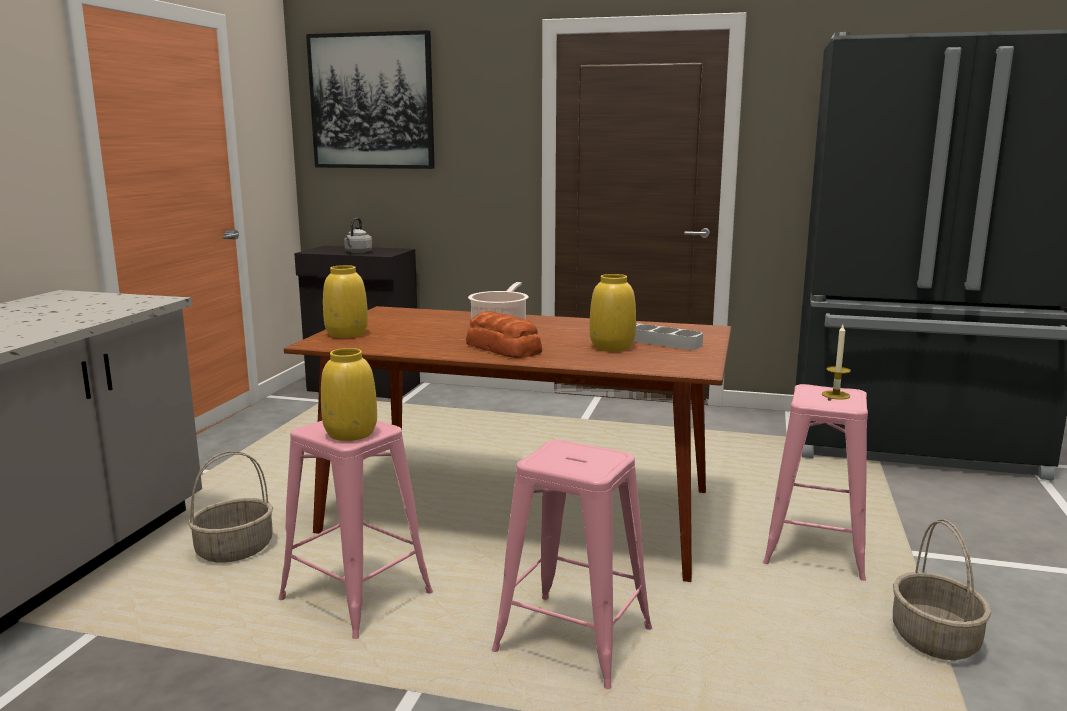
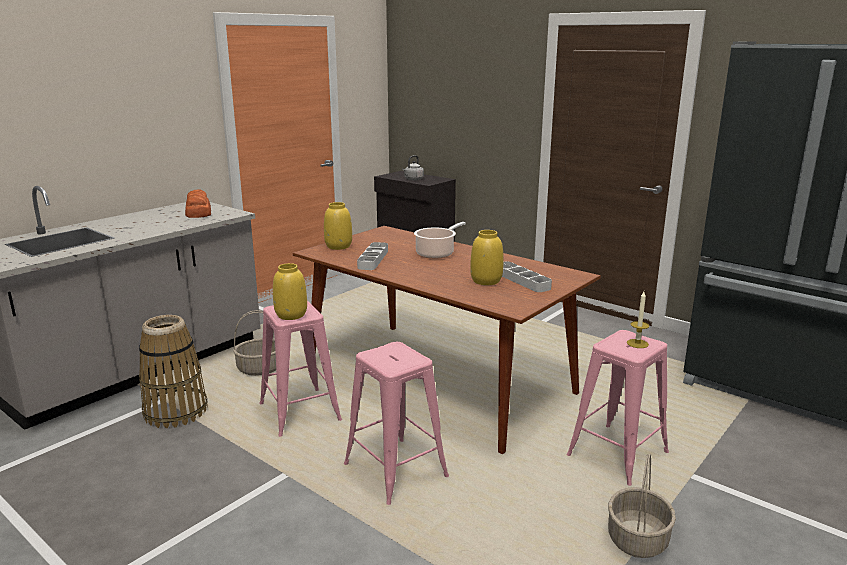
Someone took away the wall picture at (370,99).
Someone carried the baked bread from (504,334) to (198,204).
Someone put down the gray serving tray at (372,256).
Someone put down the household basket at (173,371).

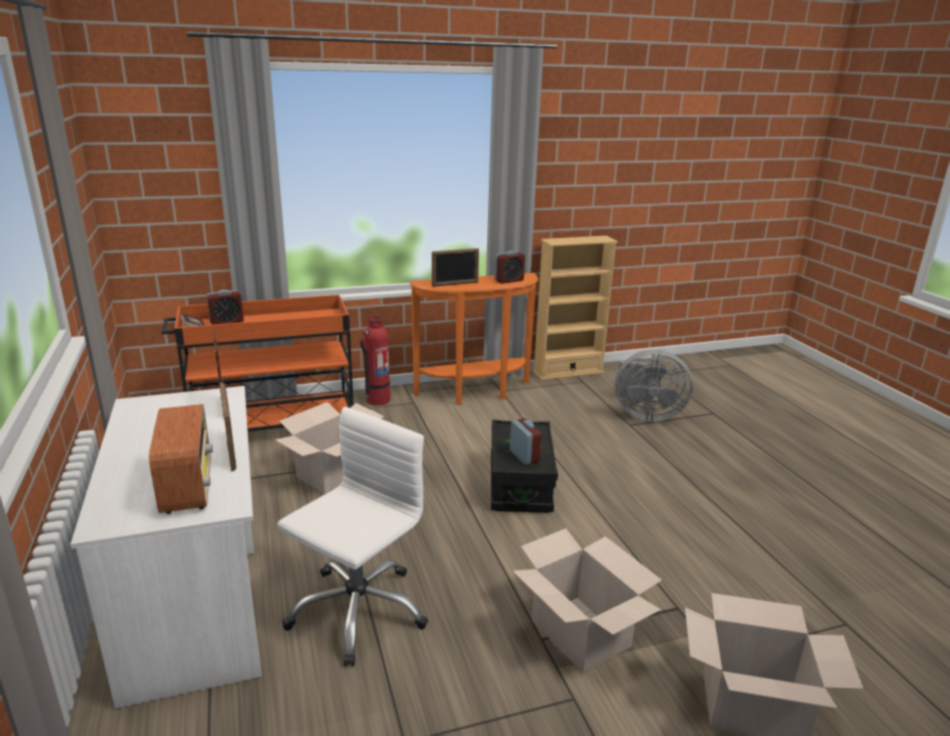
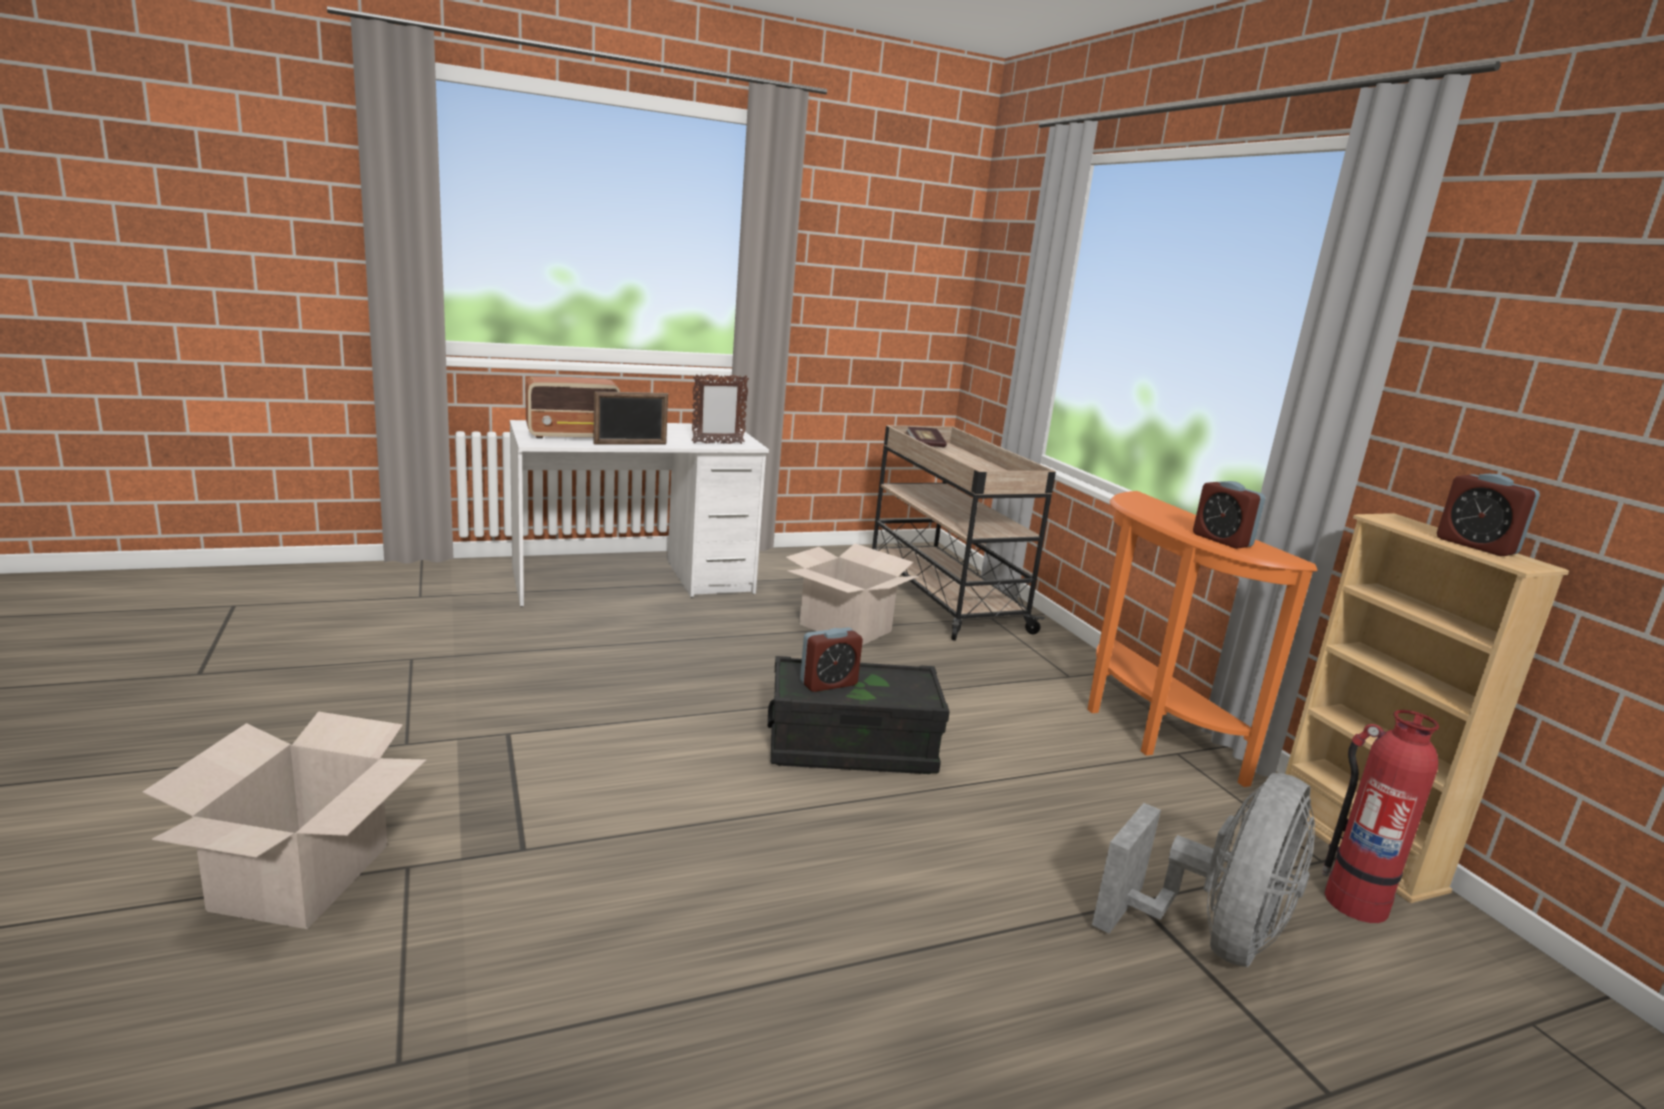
Someone took away the picture frame at (455,267).
Someone carried the bedside clock from (225,307) to (1488,515).
Someone repainted the orange-coloured cart at (257,363), which became the beige-coloured cart at (964,533).
Someone carried the fire extinguisher from (375,361) to (1380,816).
Someone rotated the gray electric fan at (654,386) by 150 degrees counterclockwise.
Someone took away the white-coloured office chair at (352,536).
Someone took away the packing box at (587,600).

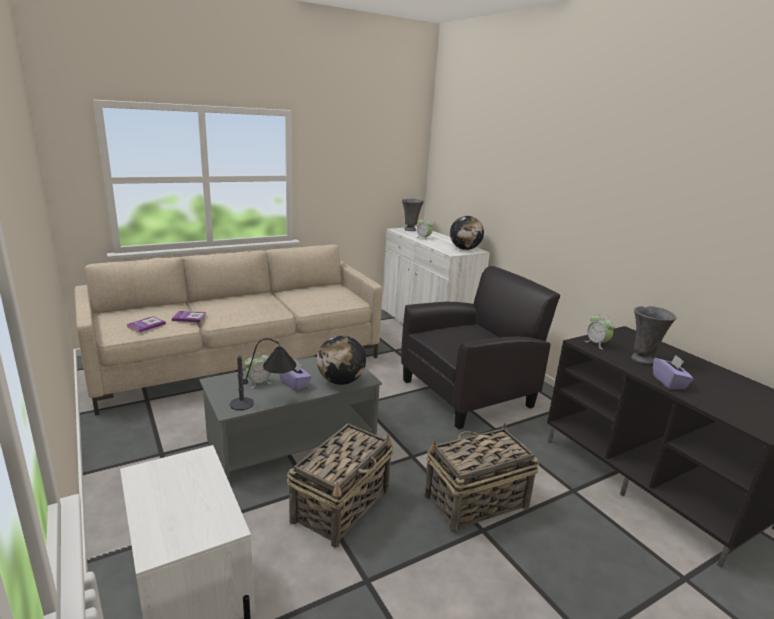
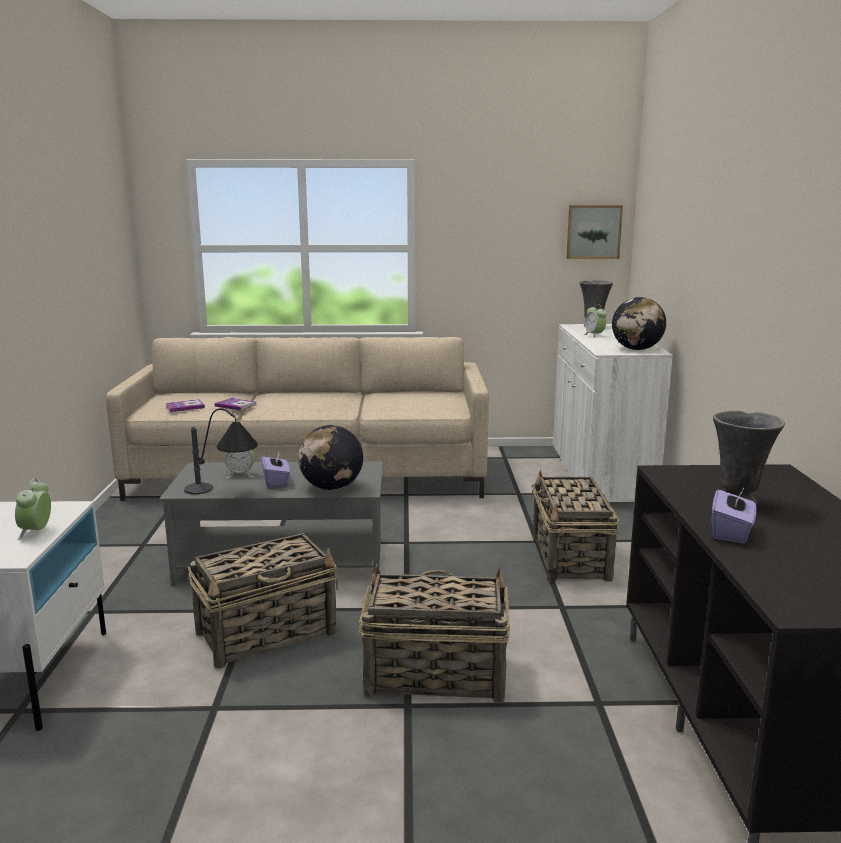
Someone swapped the black lounge chair at (480,347) for the household basket at (575,526).
Someone carried the bedside clock from (600,331) to (33,509).
Someone put up the wall picture at (594,232).

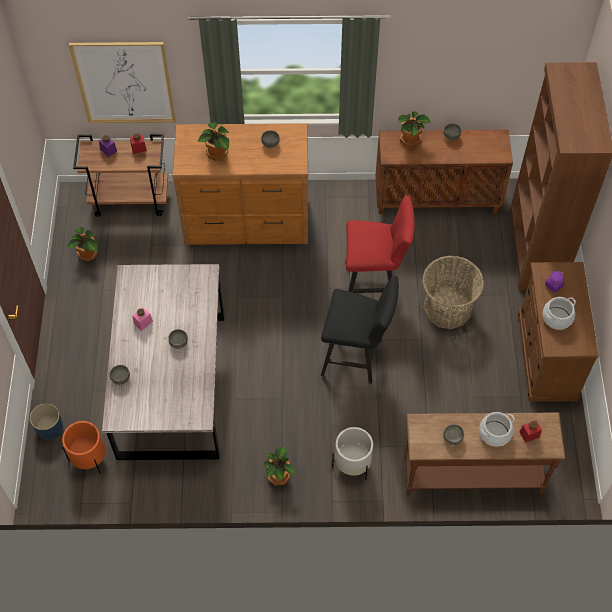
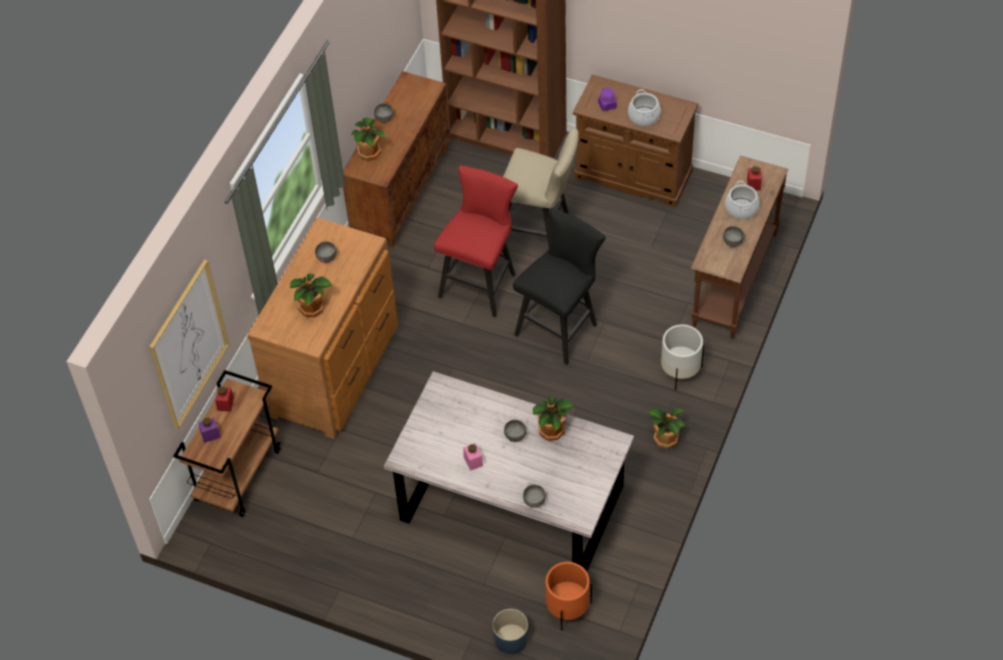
Someone carried the plant in a pot from (83,244) to (553,419).
Someone swapped the household basket at (453,292) for the beige-coloured stool seat at (540,188).

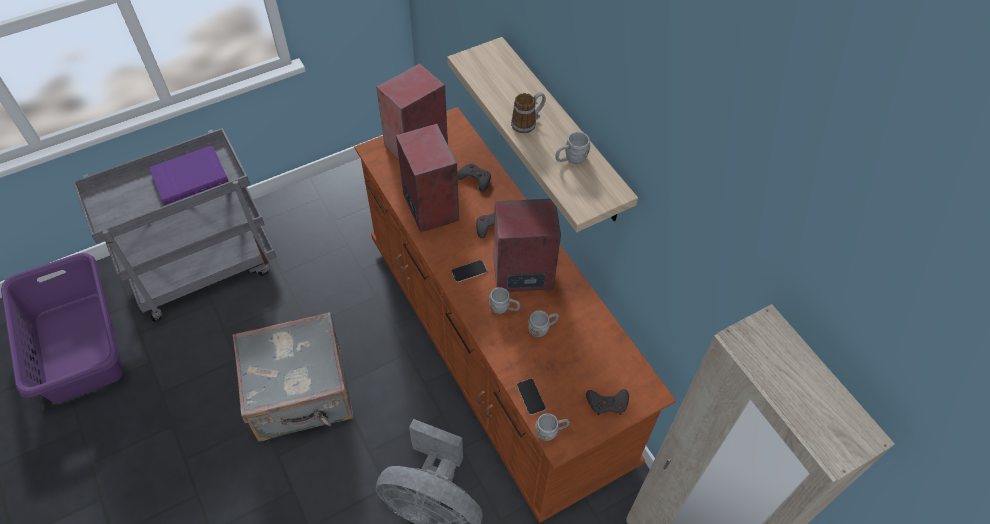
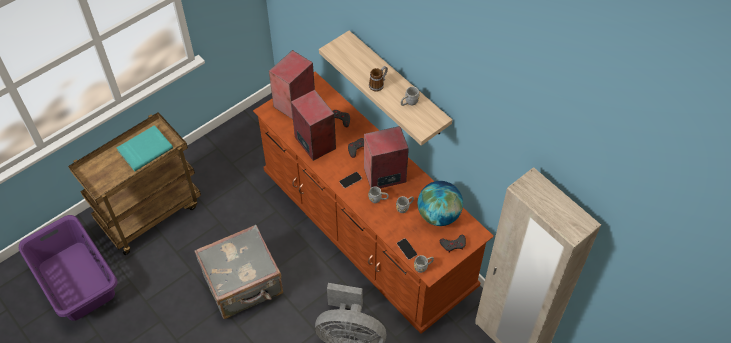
Someone repainted the gray cart at (174,225), which became the brown-coloured cart at (134,183).
Someone repainted the purple-coloured bound book at (189,175), which became the turquoise bound book at (145,148).
Someone put down the desk globe at (440,203).

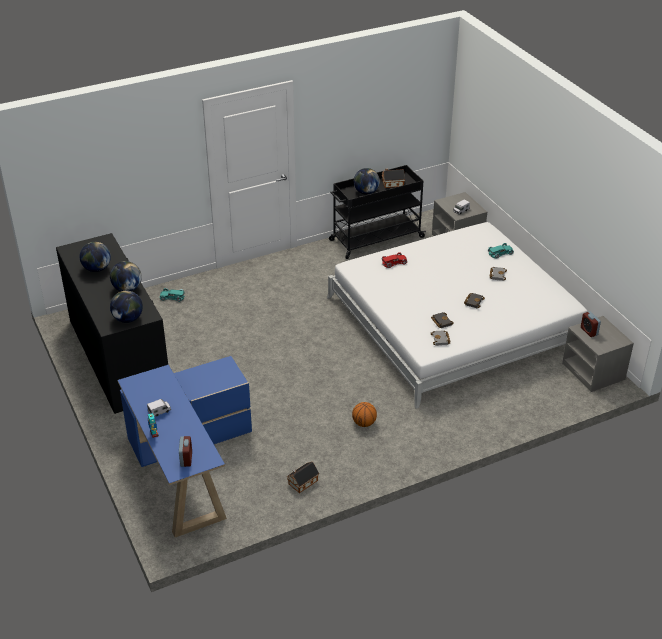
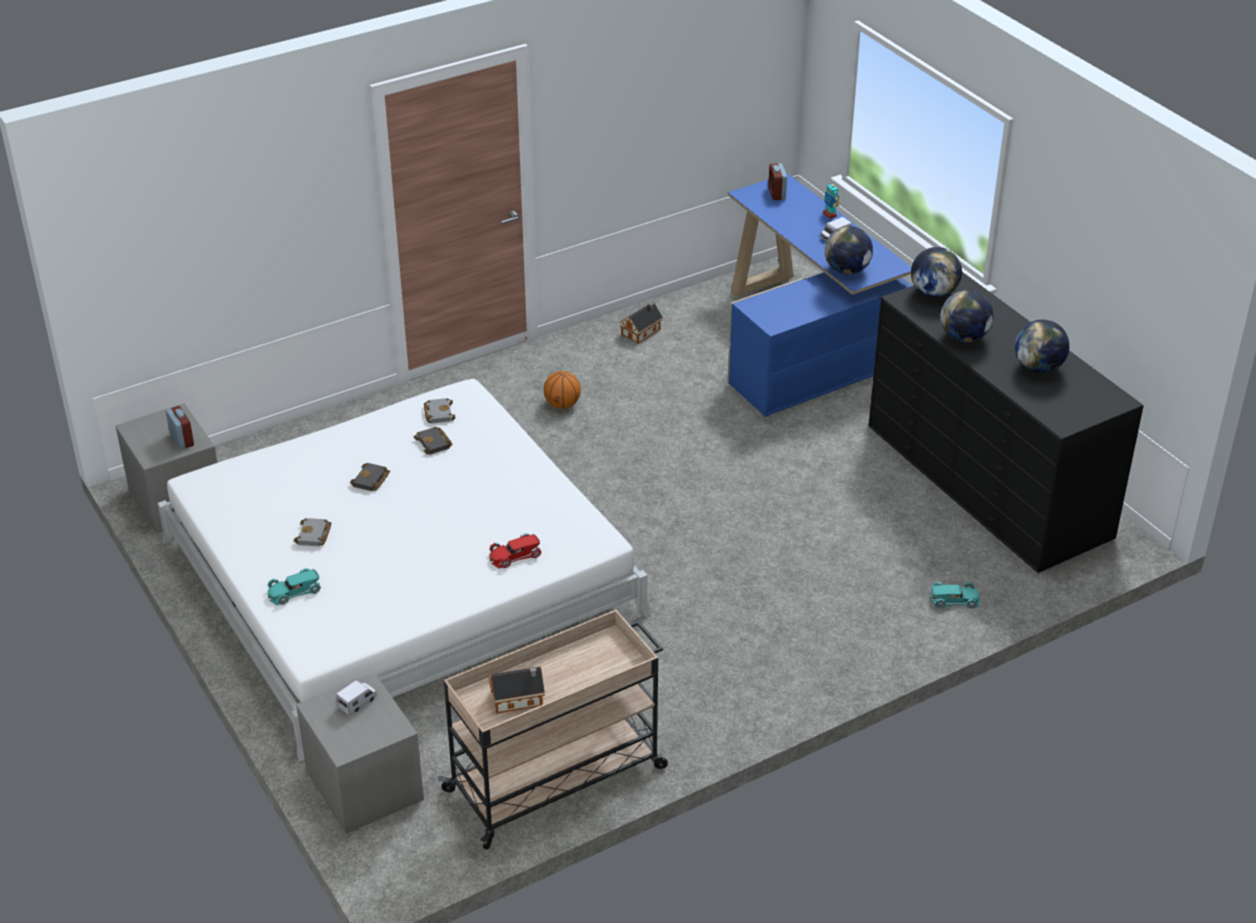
Someone repainted the black cart at (377,212), which became the beige-coloured cart at (553,730).
Someone carried the desk globe from (367,181) to (849,250).

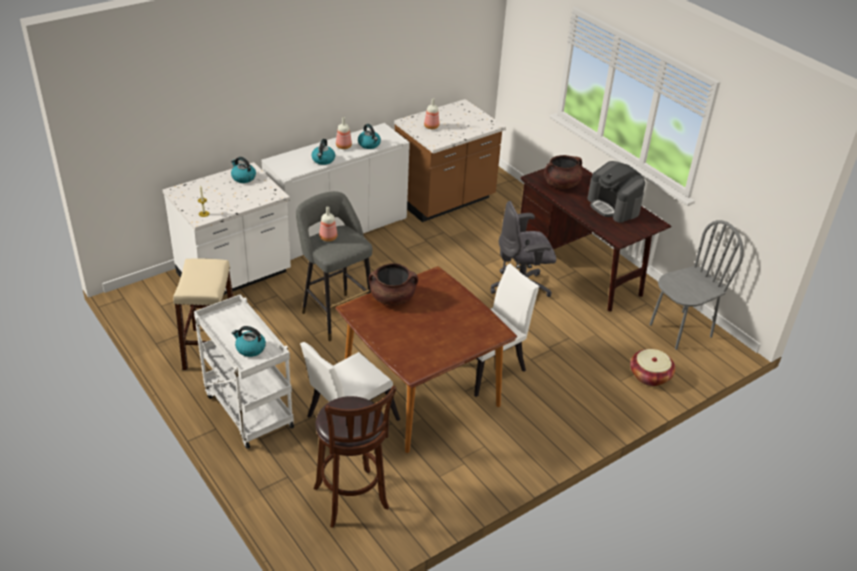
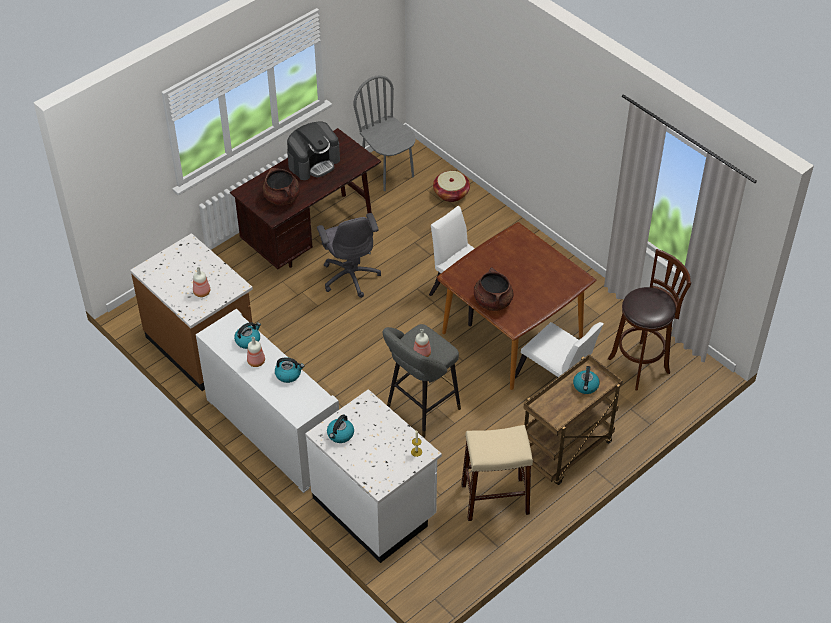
Someone repainted the white-coloured cart at (244,371), which became the brown-coloured cart at (573,419).

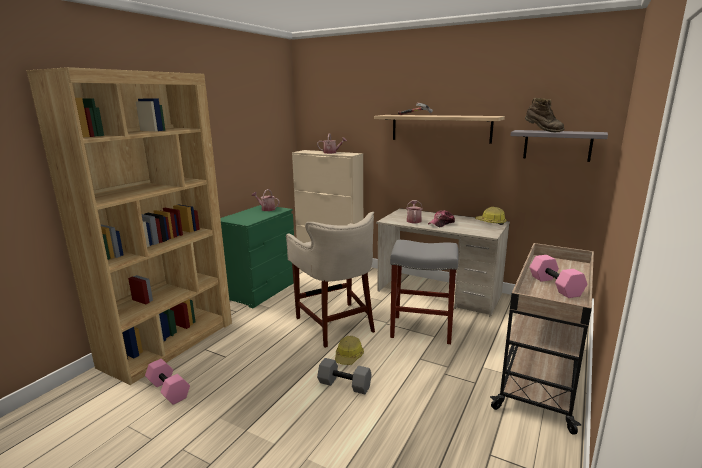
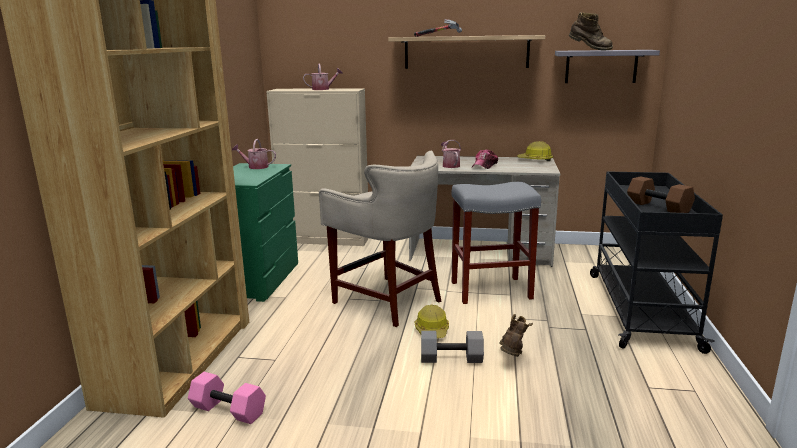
Someone repainted the beige-coloured cart at (542,339), which became the black cart at (656,262).
Someone repainted the pink-coloured dumbbell at (558,276), which became the brown-coloured dumbbell at (661,194).
Someone put down the brown-coloured tall boot at (516,335).

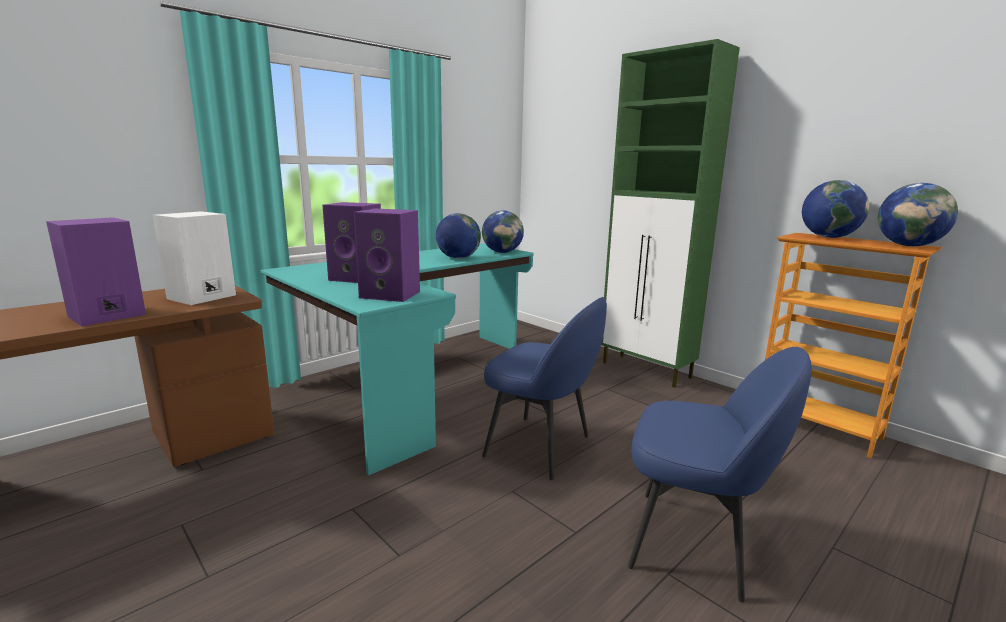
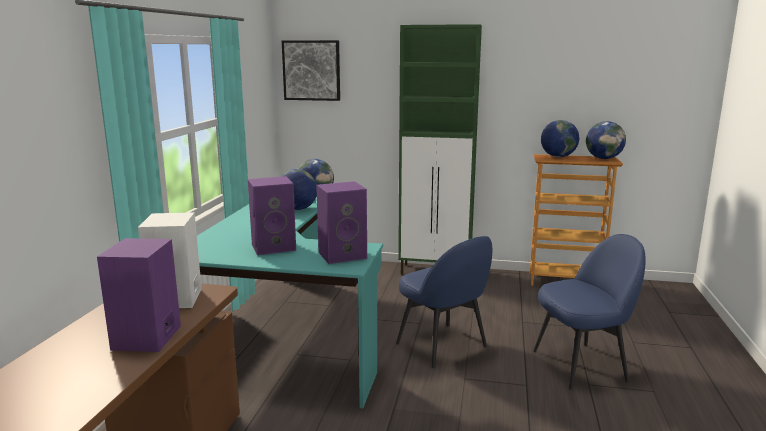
Someone rotated the bluish plain chair at (544,388) by 60 degrees clockwise.
Someone put up the wall picture at (311,70).

